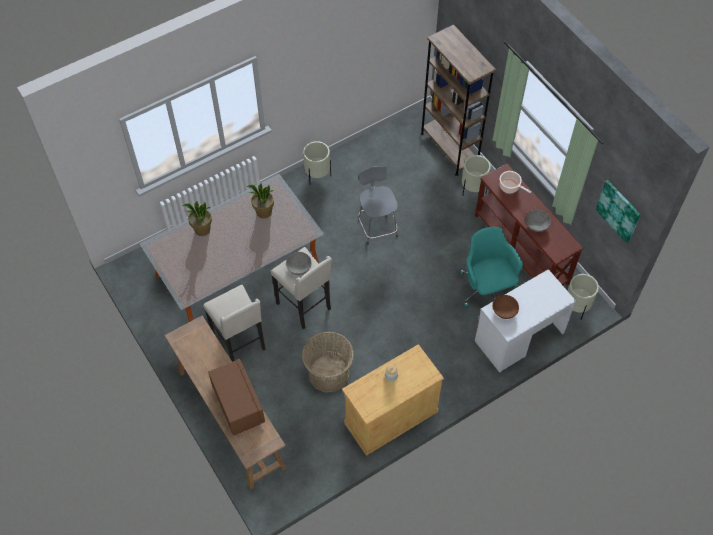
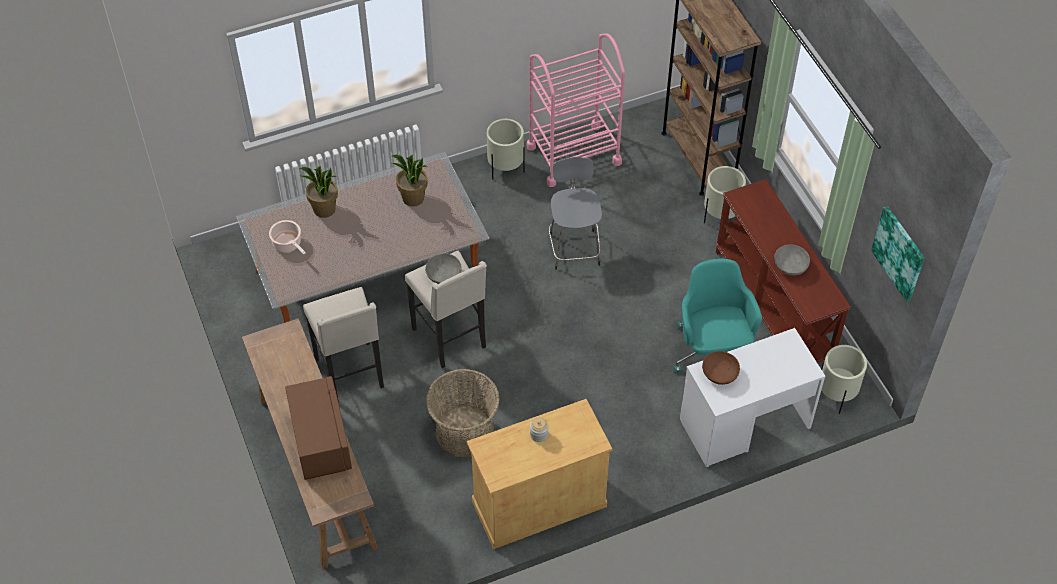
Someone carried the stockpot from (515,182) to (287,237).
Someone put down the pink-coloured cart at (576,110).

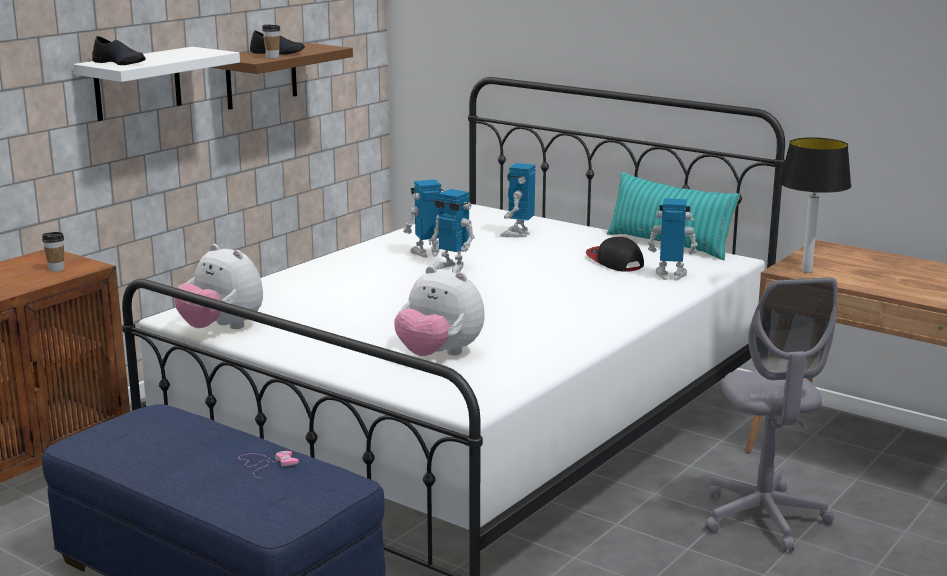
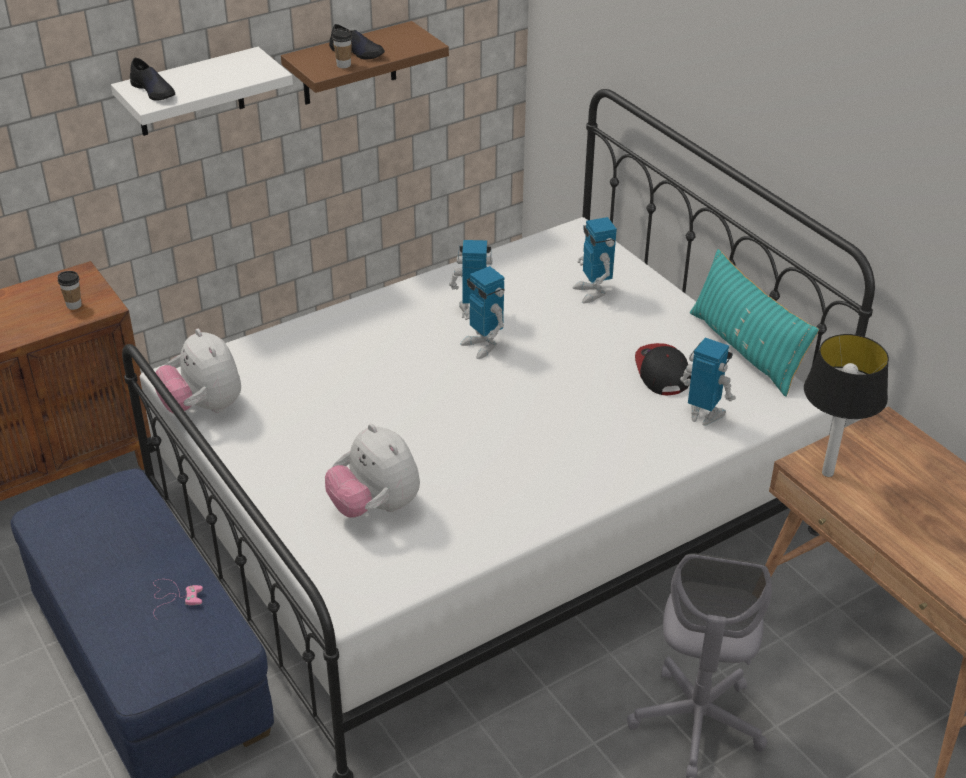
Someone rotated the robot figure at (518,200) by 60 degrees counterclockwise.

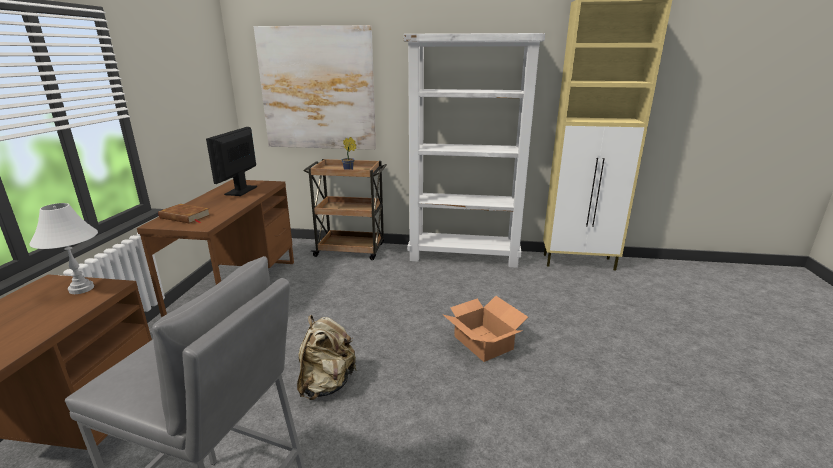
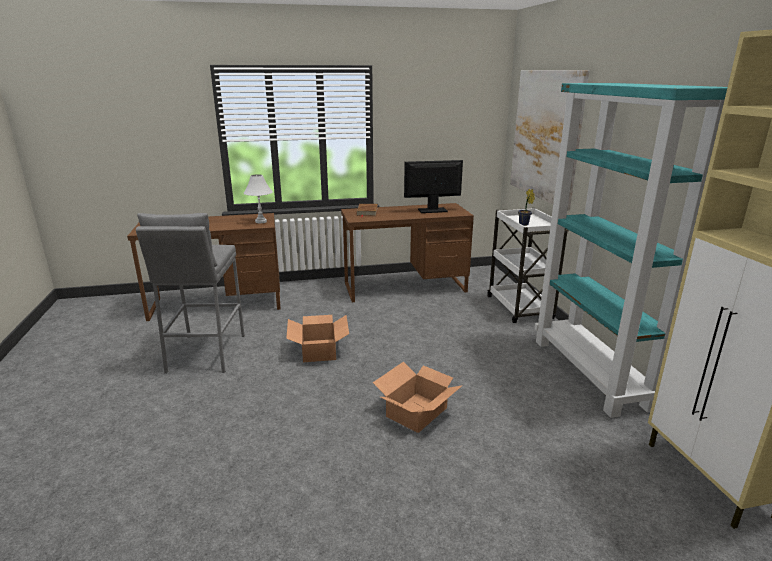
Someone repainted the white-coloured bookshelf at (474,150), which became the turquoise bookshelf at (631,250).
Someone repainted the brown-coloured cart at (345,209), which became the white-coloured cart at (528,265).
Someone swapped the beige-coloured backpack at (327,357) for the packing box at (317,338).

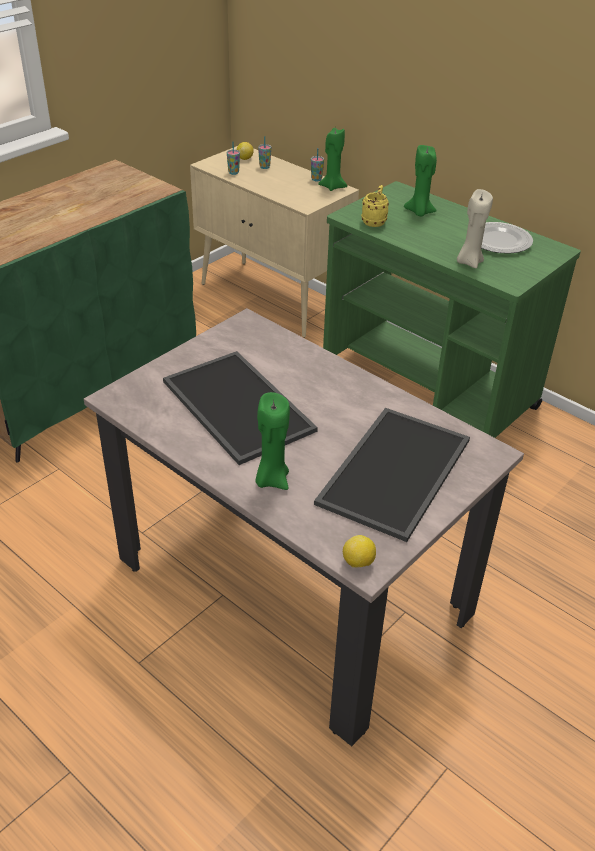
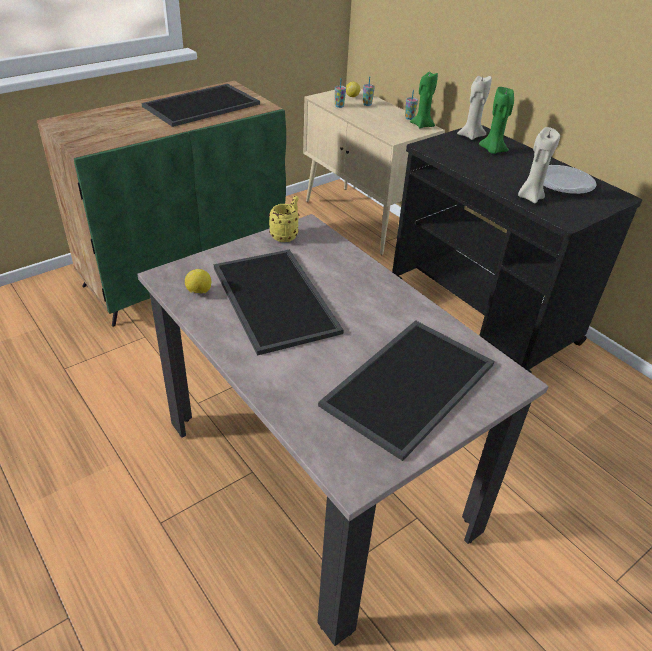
Someone repainted the green cart at (452,309), which became the black cart at (517,249).
Someone carried the yellow-coloured tea mug from (375,206) to (284,219).
Someone took away the green wax light at (272,441).
Someone carried the whole lemon from (359,551) to (198,281).
Someone put down the beige-coloured wax light at (474,108).
Someone put down the serving tray at (200,105).

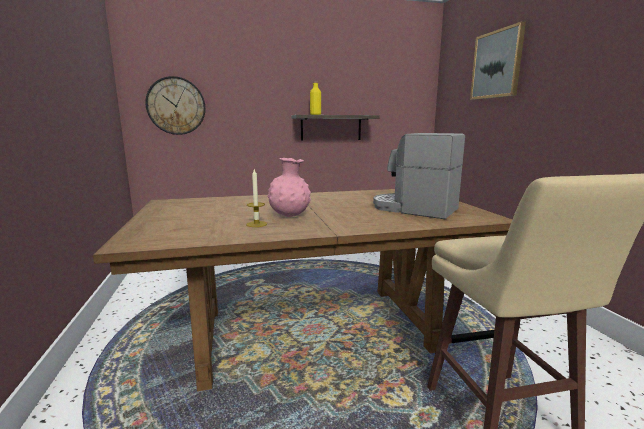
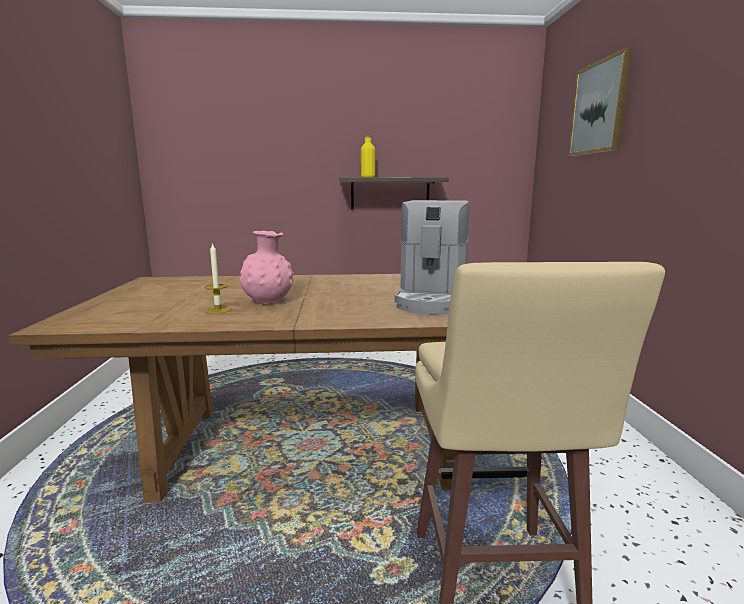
Someone took away the hanging clock at (175,105).
Someone rotated the coffee maker at (419,176) by 120 degrees counterclockwise.

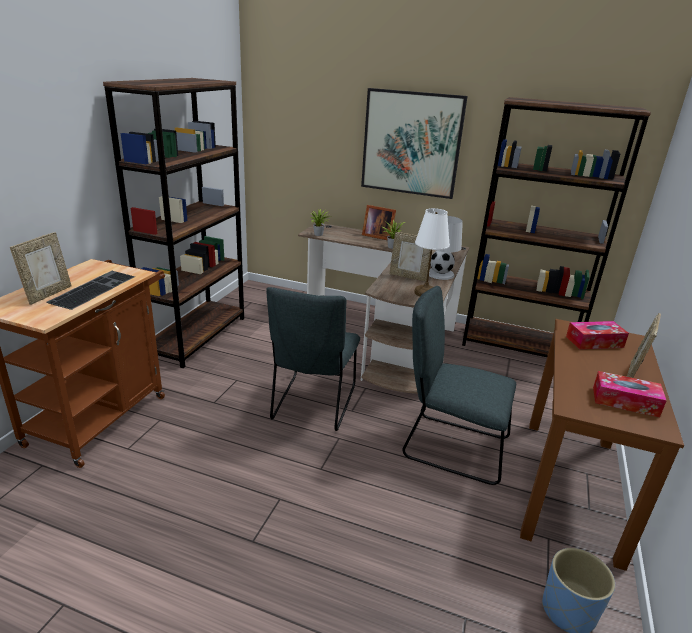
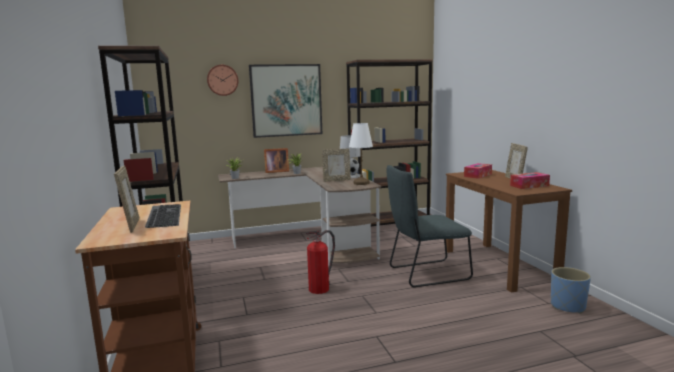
Someone swapped the gray plain chair at (313,359) for the fire extinguisher at (320,262).
Someone put up the hanging clock at (222,80).

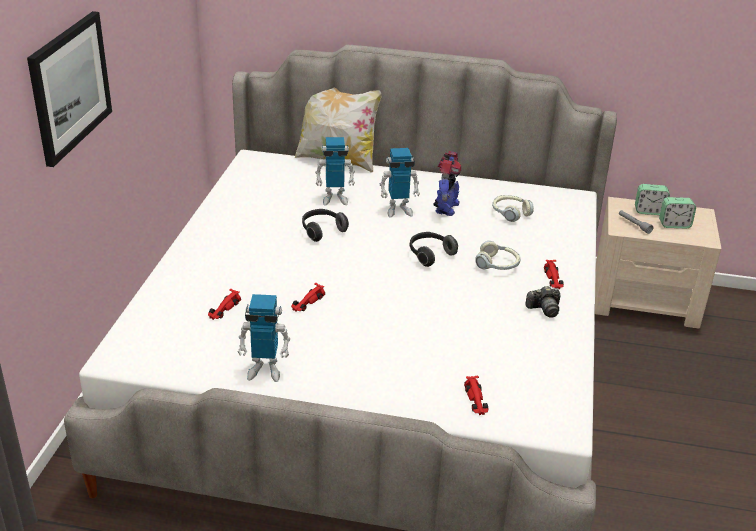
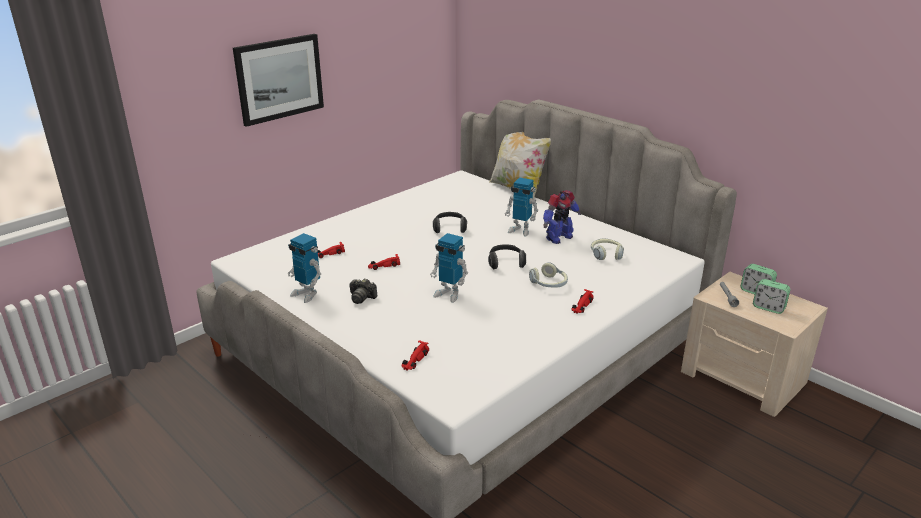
Someone carried the robot figure from (335,171) to (449,268).
Someone carried the photo camera from (543,302) to (363,291).

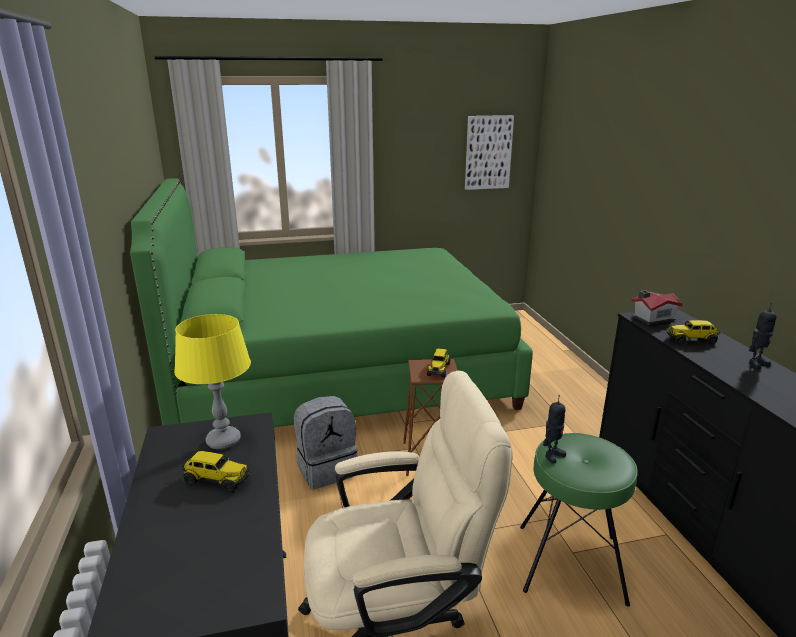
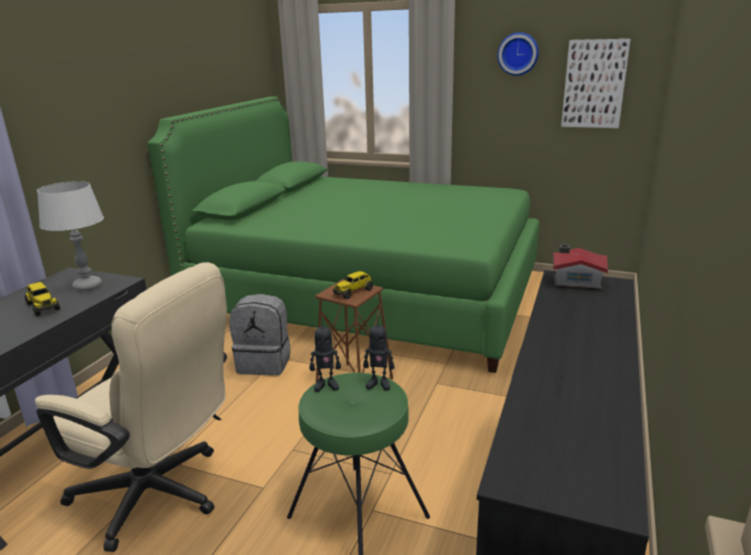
Someone carried the robot figure from (762,335) to (378,354).
Someone repainted the yellow-coloured lamp for a table at (212,381), which became the gray lamp for a table at (70,236).
Someone took away the model truck at (694,332).
Someone put up the hanging clock at (518,54).

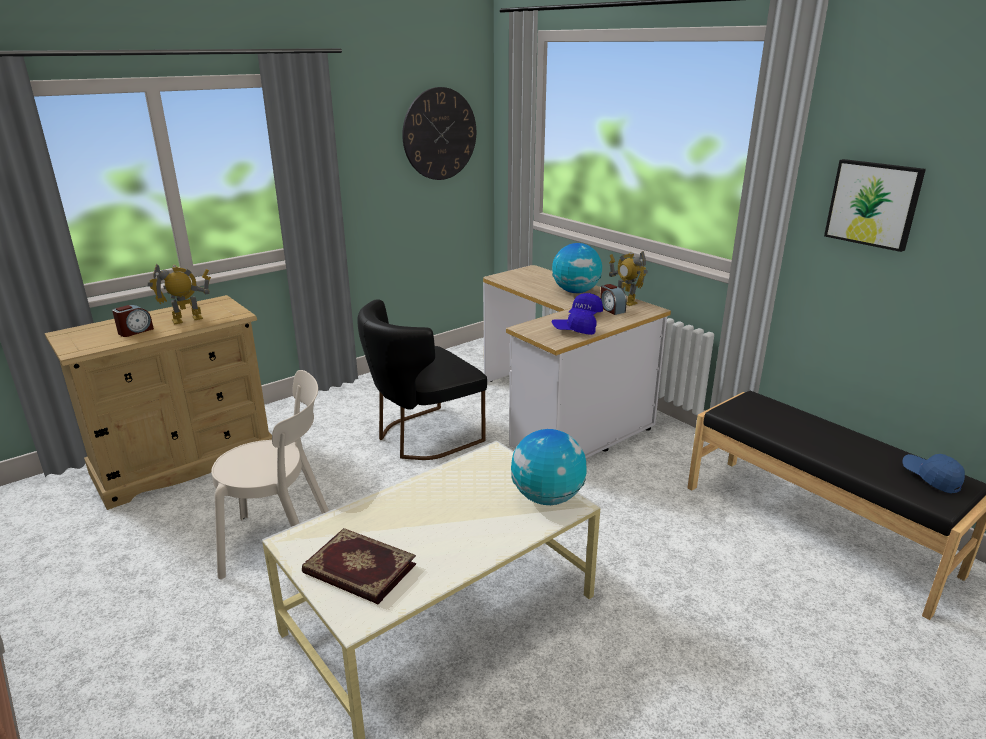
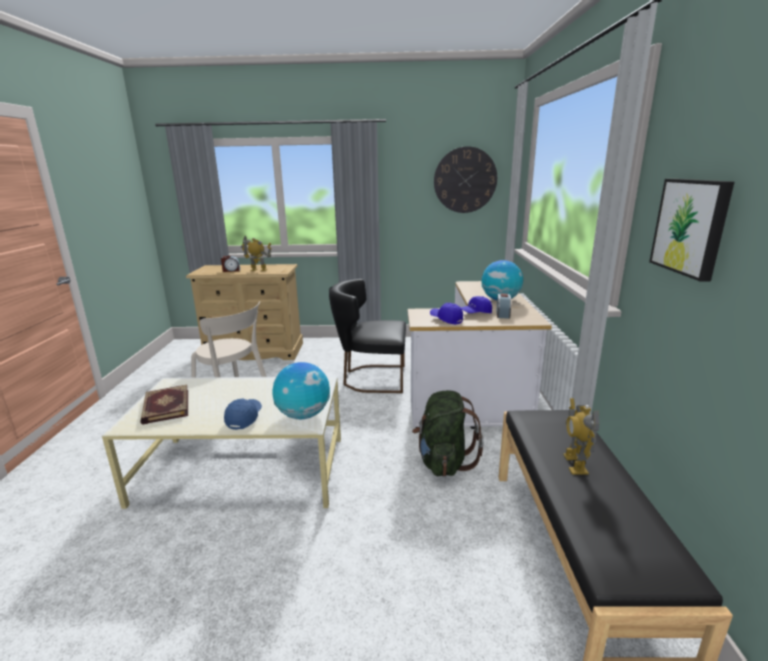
Someone carried the robot figure from (628,278) to (581,436).
Someone carried the bluish baseball cap from (934,474) to (243,414).
Someone put down the green backpack at (448,433).

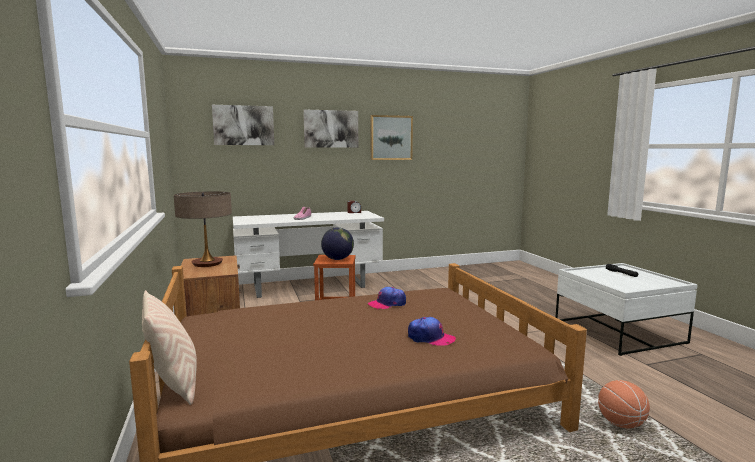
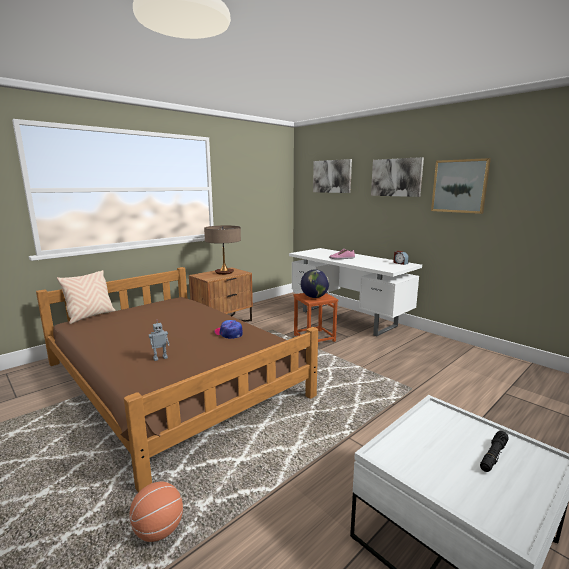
Someone swapped the baseball cap at (432,331) for the robot figure at (159,340).

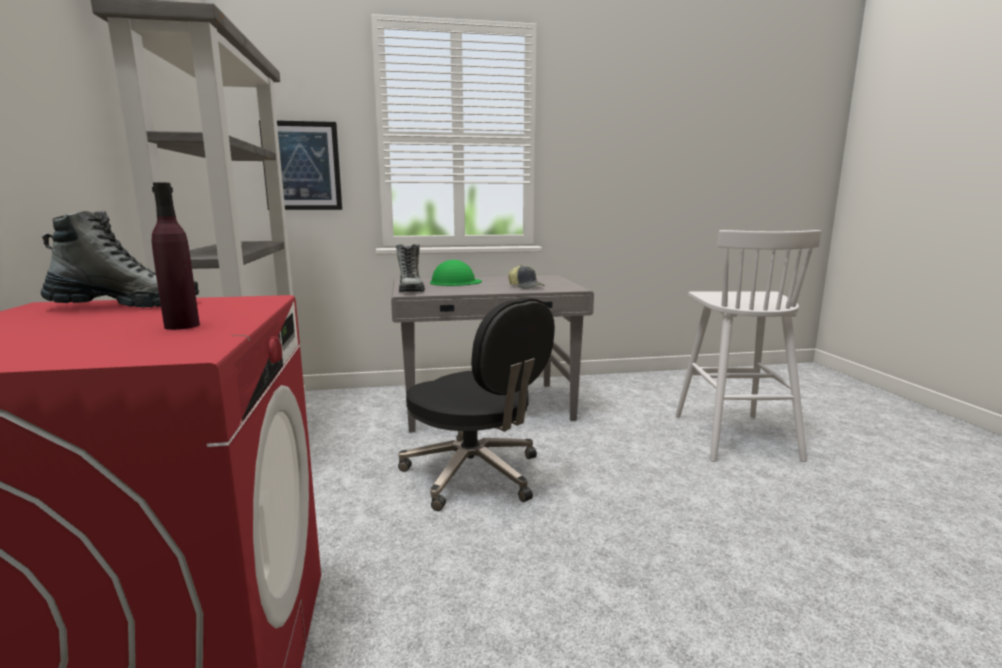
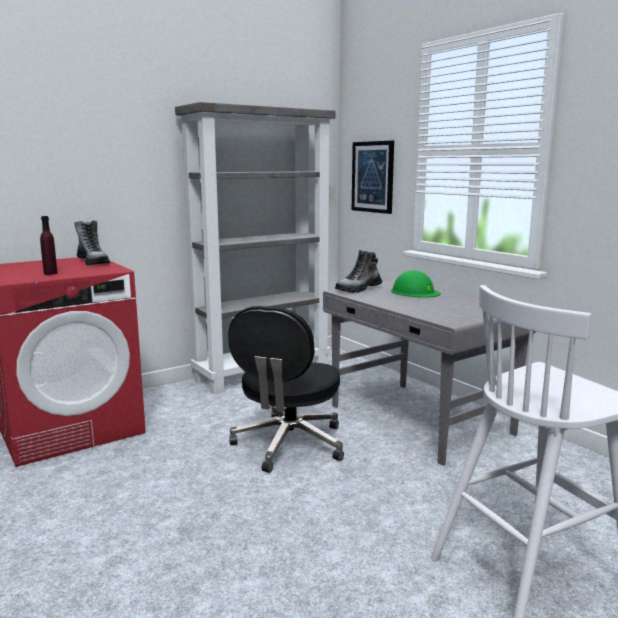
Someone took away the baseball cap at (526,277).

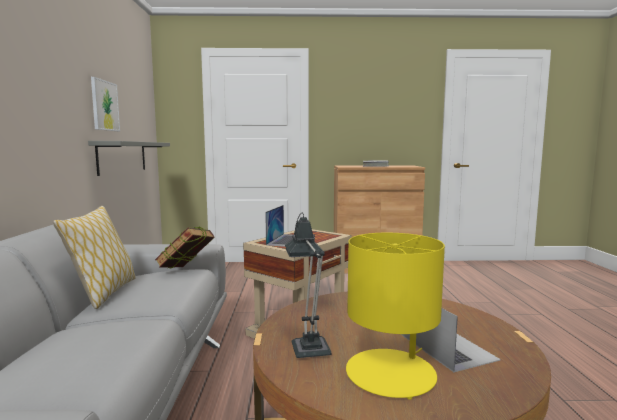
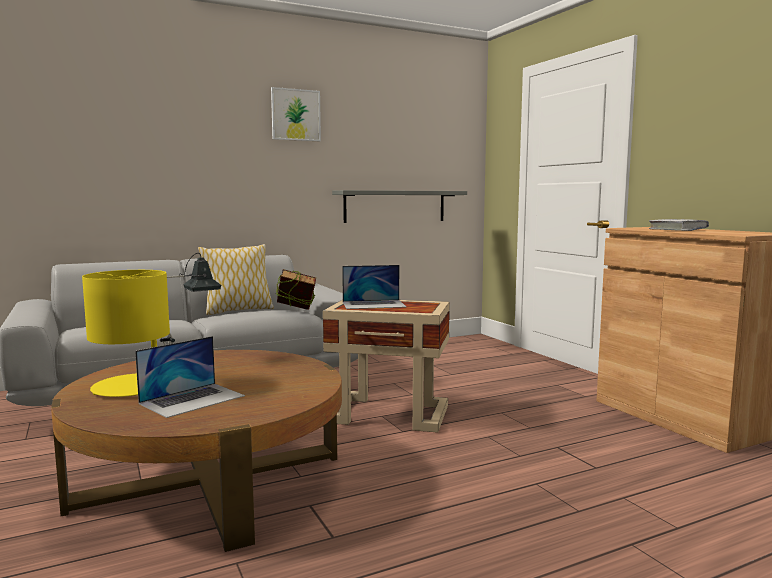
Someone carried the wall picture from (105,104) to (296,114).

